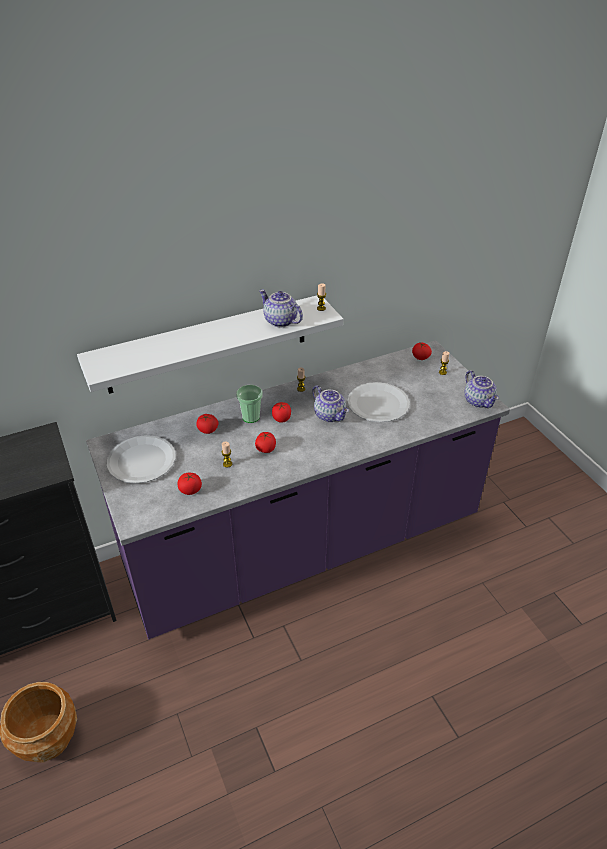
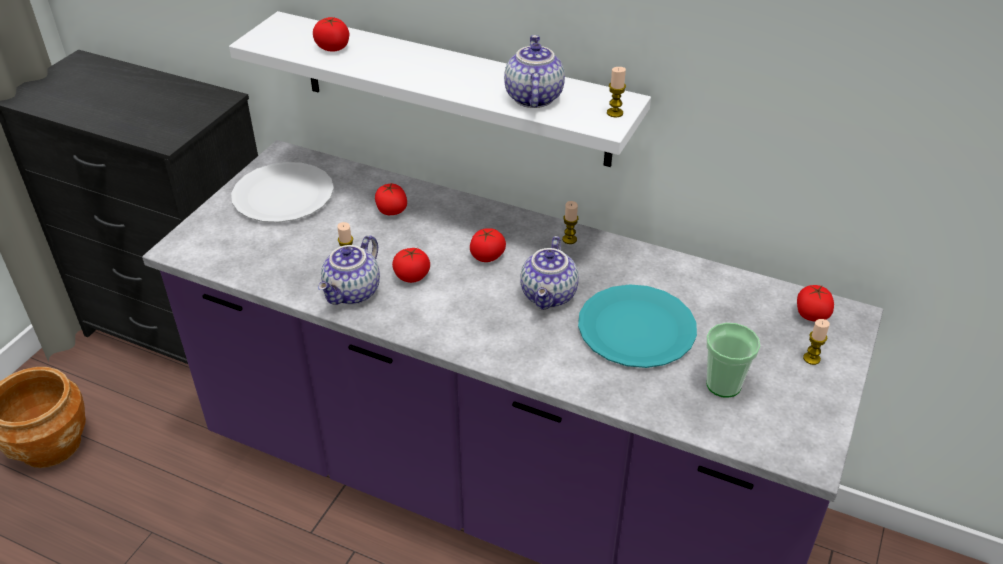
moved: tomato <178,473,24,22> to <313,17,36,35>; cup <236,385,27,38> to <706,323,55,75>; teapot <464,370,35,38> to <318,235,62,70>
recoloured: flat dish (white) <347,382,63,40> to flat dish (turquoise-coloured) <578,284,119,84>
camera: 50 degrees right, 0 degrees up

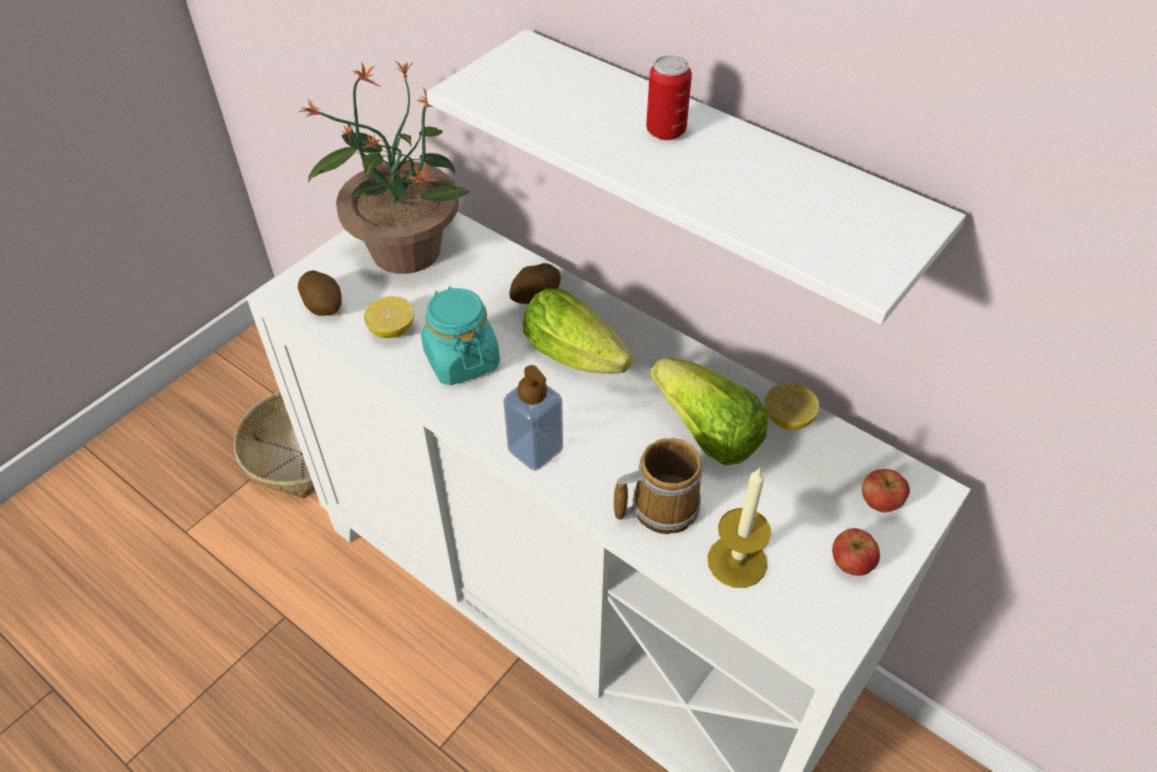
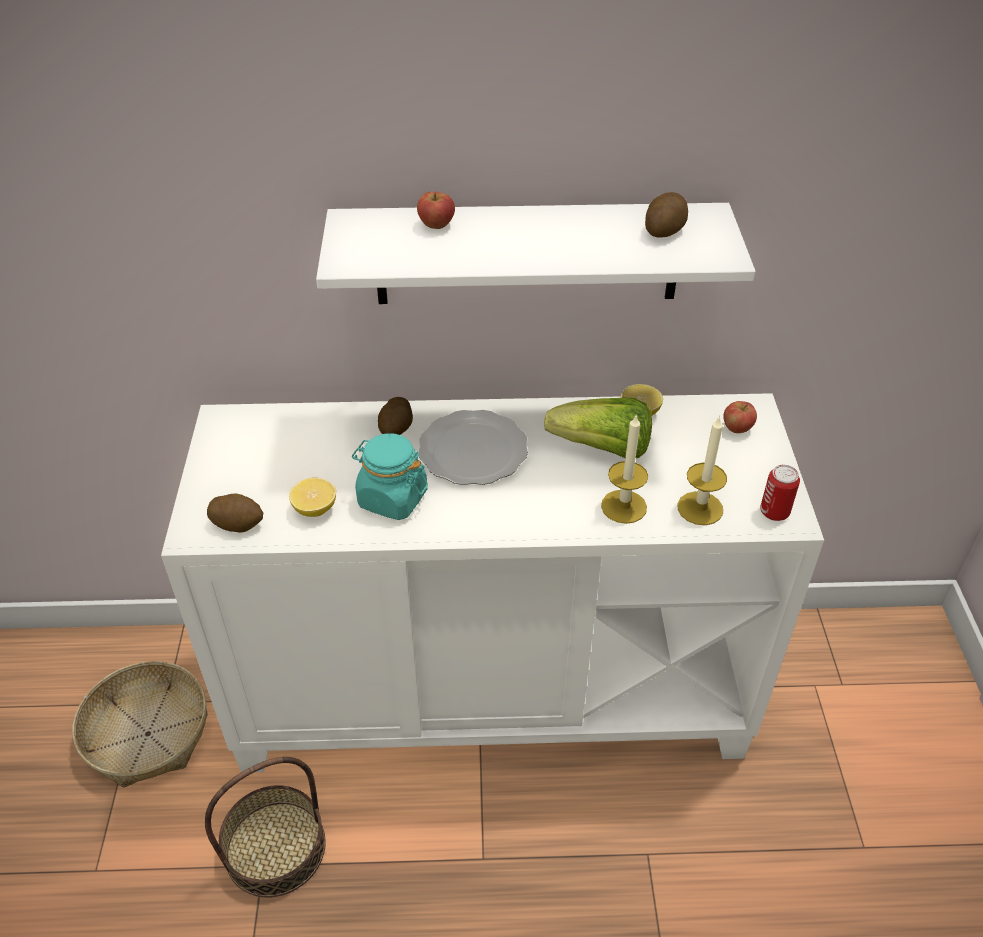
removed: potted plant <297,62,174,212>; liquid soap bottle <503,365,60,106>
added: storage basket <205,757,121,140>; potato <645,192,43,46>
moved: can <646,55,46,85> to <760,465,40,56>; whole apple <832,528,48,48> to <417,192,38,37>
replaced: head of lettuce <523,288,110,86> to flat dish <418,410,110,75>; mug <614,438,89,96> to candle <601,414,47,110>
camera: 40 degrees left, 5 degrees down

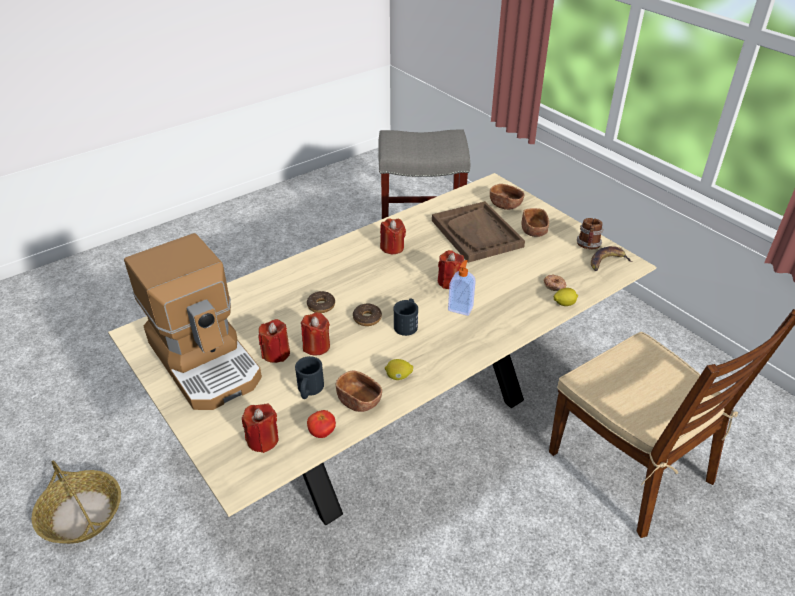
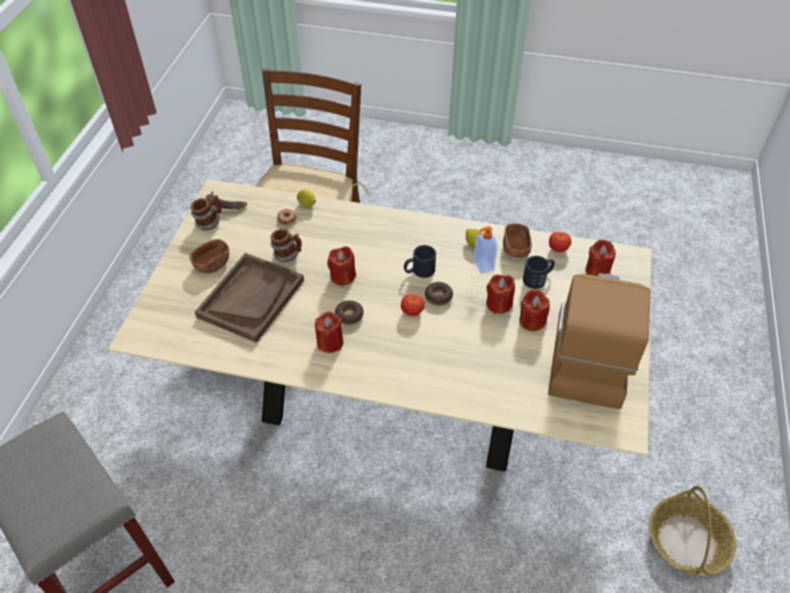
removed: bowl (brownish) <490,184,34,26>
added: mug <270,229,32,33>; tomato <401,294,24,22>
moved: doughnut <307,291,28,22> to <335,300,29,25>; liquid soap bottle <448,260,28,56> to <473,226,24,48>
camera: 130 degrees left, 10 degrees up

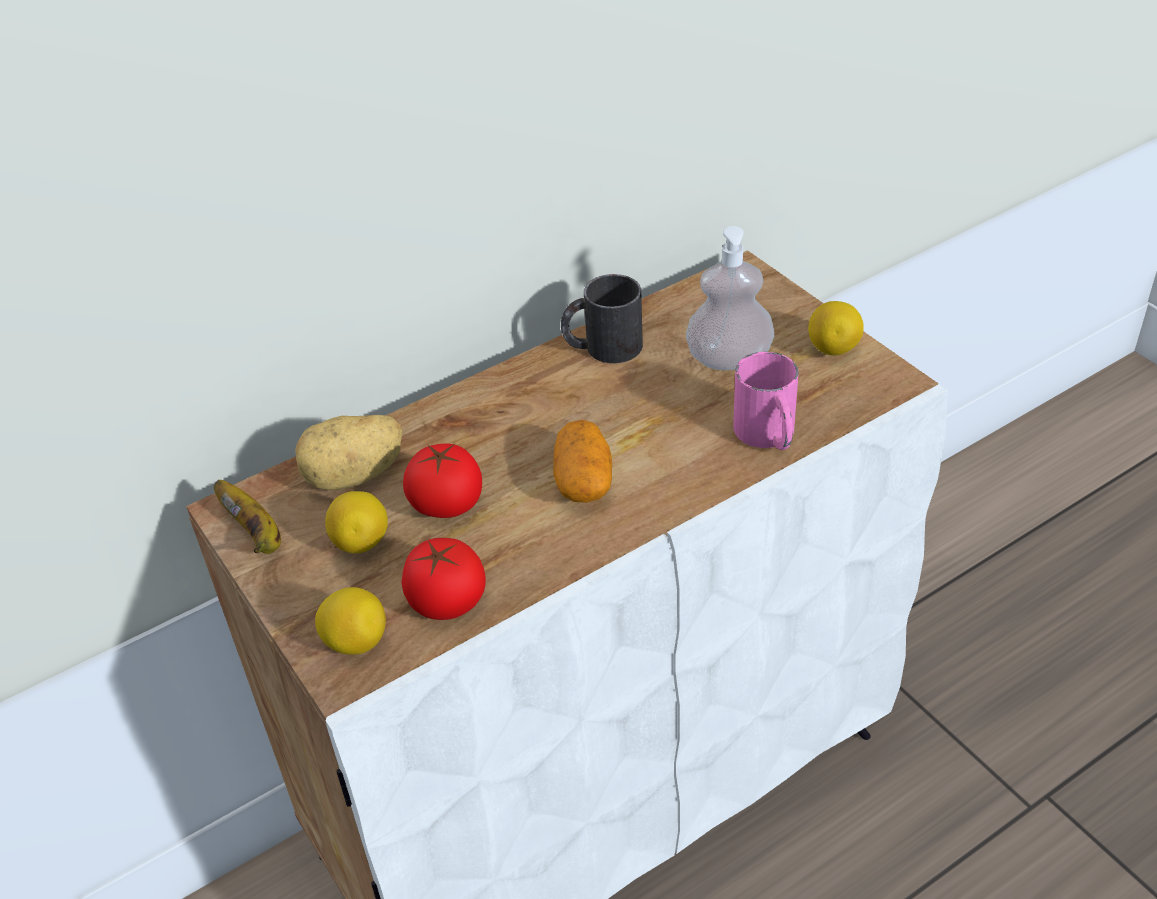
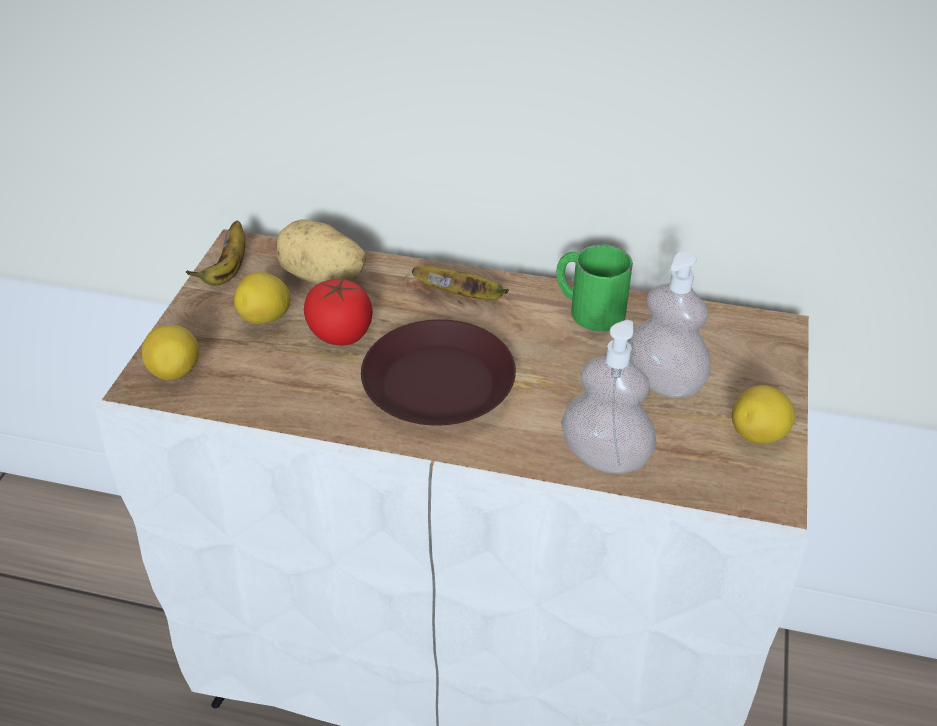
removed: tomato <401,538,85,82>
added: banana <412,266,97,34>
replaced: potato <553,420,59,83> to flat dish (brownish) <361,319,155,107>; mug (pinkish) <733,352,66,98> to liquid soap bottle <561,320,95,154>
recoloured: mug (black-coloured) <561,274,82,89> to mug (green-coloured) <556,244,77,87>
camera: 45 degrees right, 0 degrees up

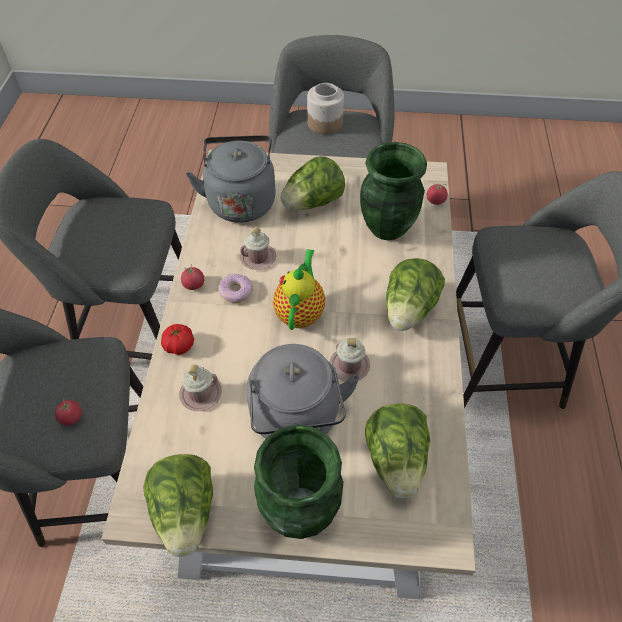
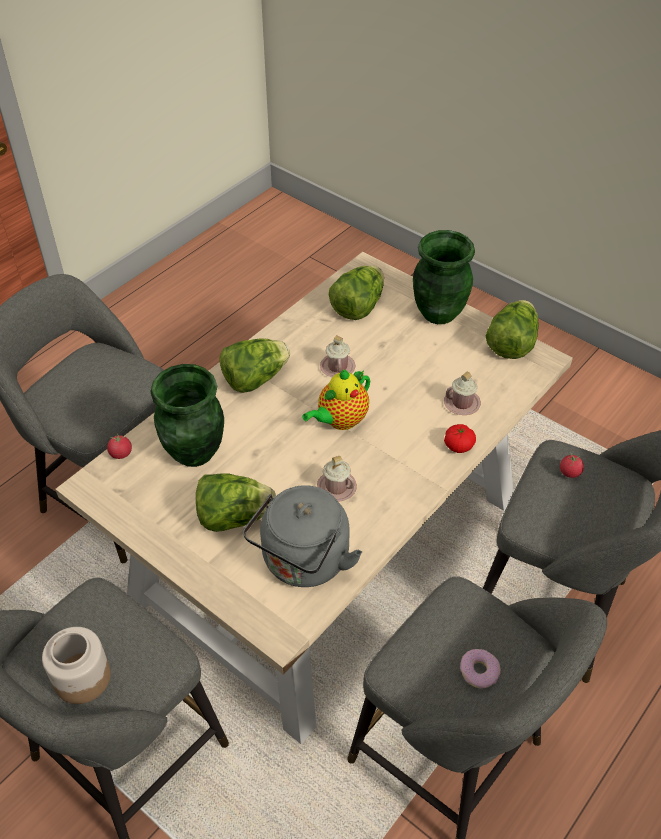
removed: tomato <181,264,23,26>; kettle (gray) <247,344,113,95>
moved: doughnut <218,274,35,29> to <460,649,41,39>
camera: 145 degrees left, 5 degrees down

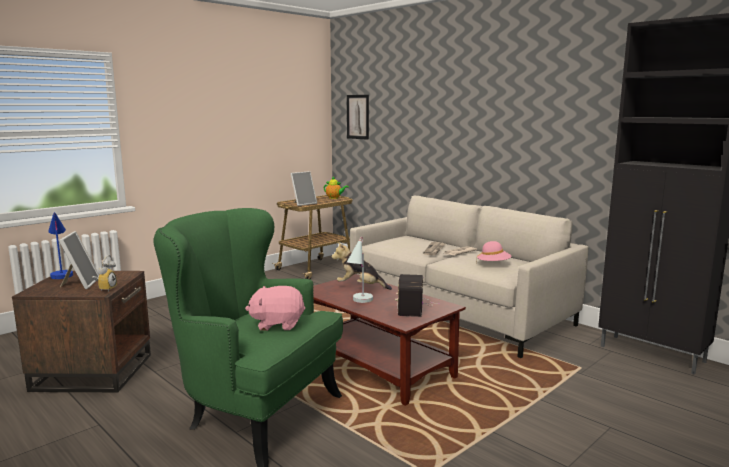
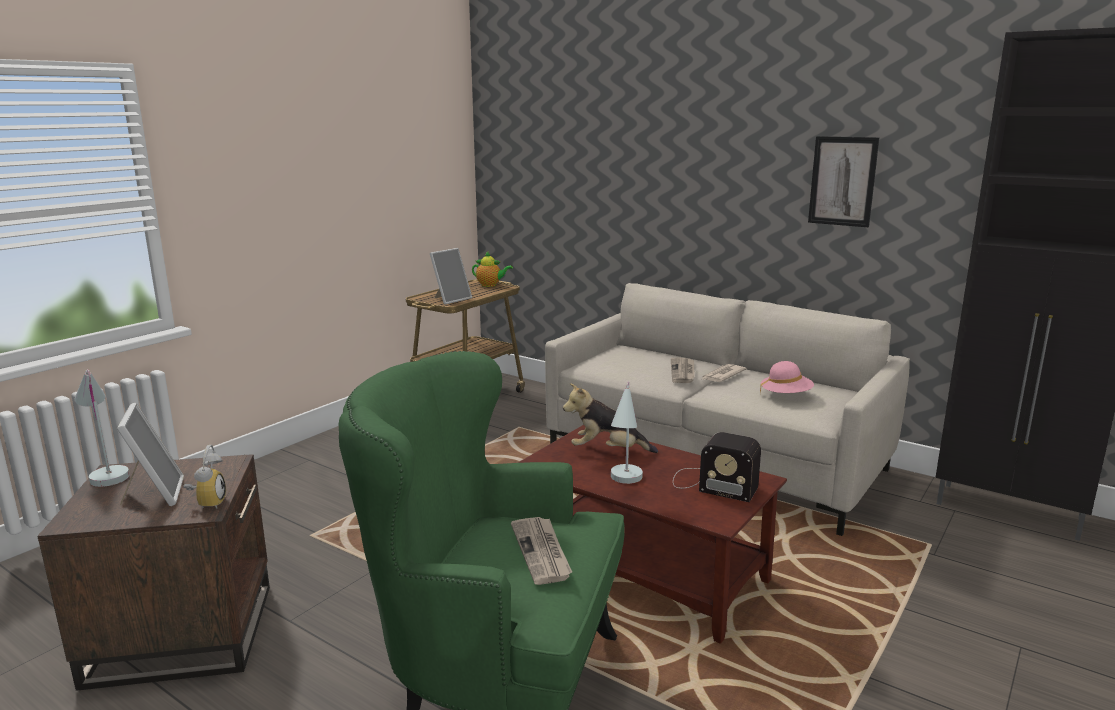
moved: wall picture <347,95,22,45> to <808,136,71,91>
replaced: soft toy (pinkish) <245,286,61,45> to daily paper <511,517,61,68>
recoloured: lamp for a table (blue-coloured) <48,212,25,67> to lamp for a table (white) <74,369,55,118>
turned: radio set <395,274,44,43> = <673,432,88,70> 60 degrees counterclockwise
camera: 10 degrees left, 5 degrees up

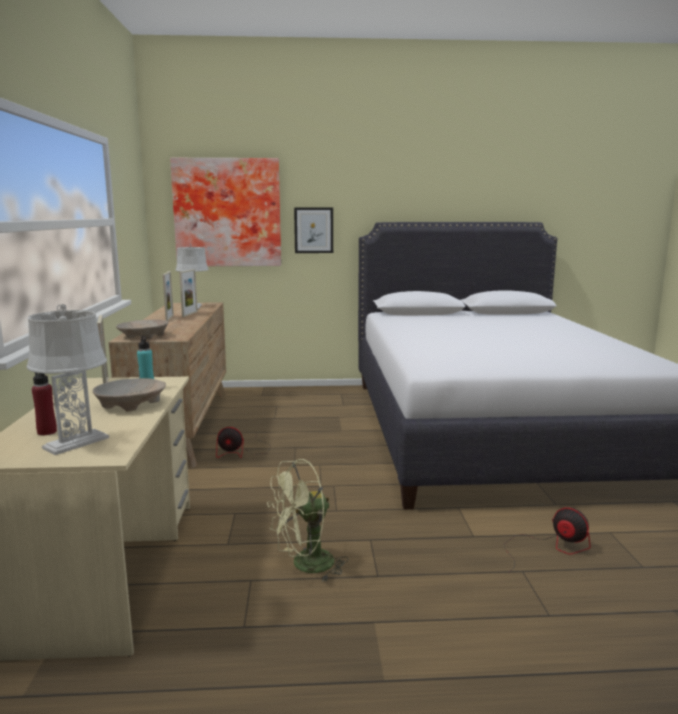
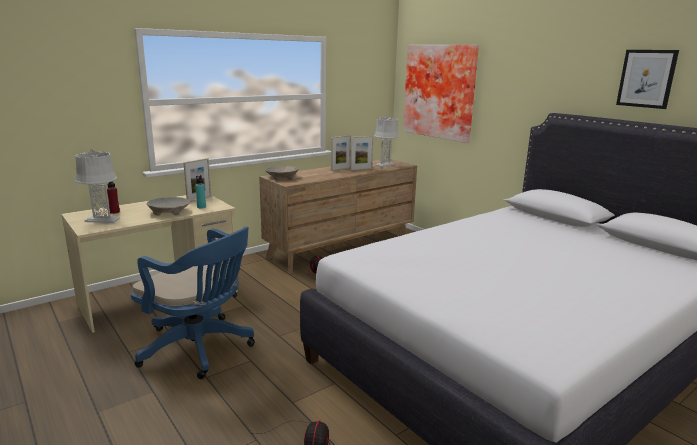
moved: wall picture <294,207,39,46> to <616,50,63,59>
replaced: electric fan (green-coloured) <267,459,81,123> to office chair (blue-coloured) <131,227,124,152>
camera: 55 degrees right, 5 degrees up

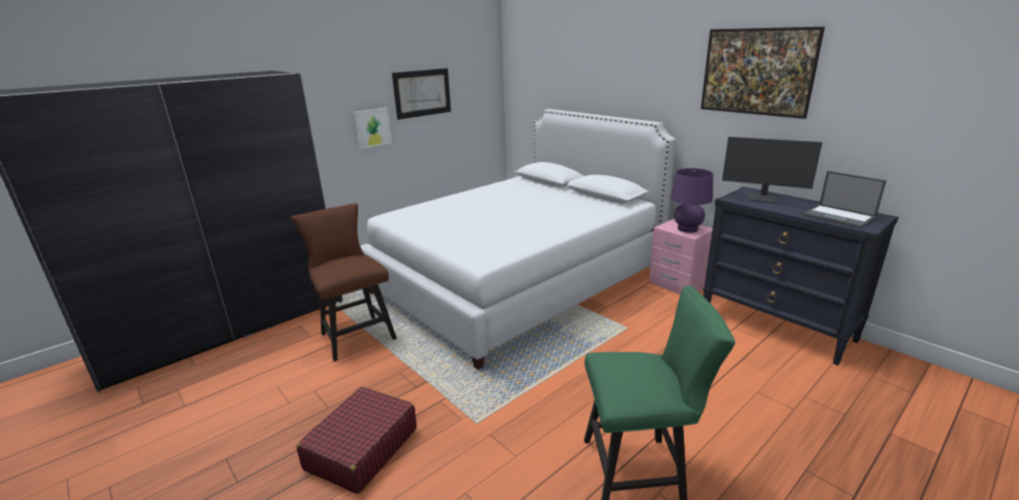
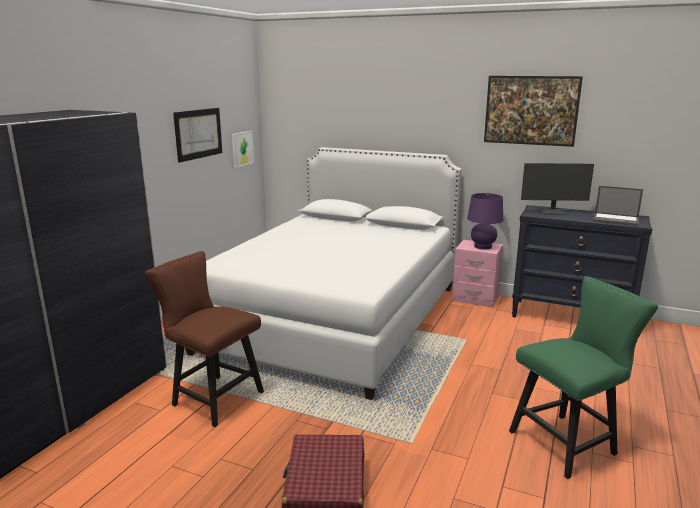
moved: wall picture <354,108,38,41> to <232,131,22,37>
camera: 25 degrees left, 5 degrees down

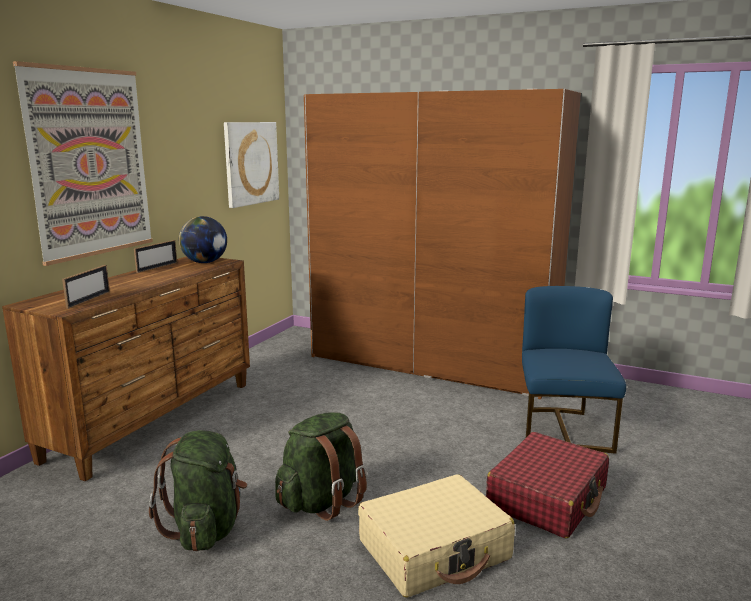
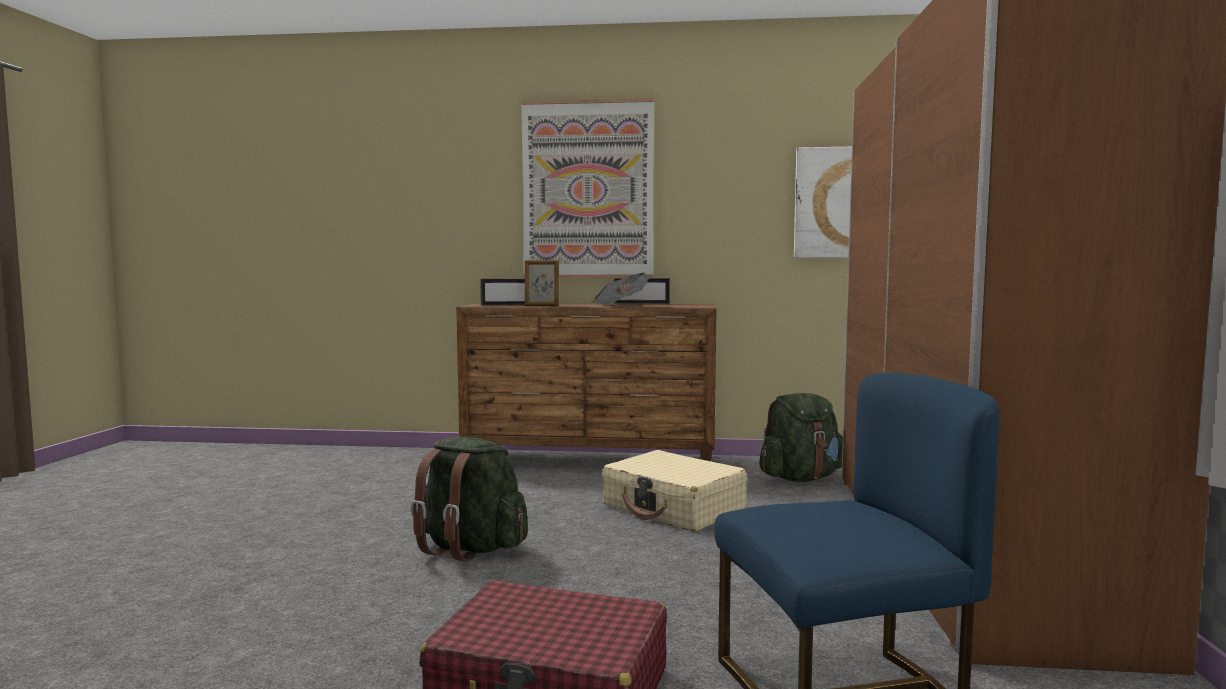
removed: desk globe <179,216,48,47>
added: photo frame <525,260,34,46>; daily paper <592,273,58,32>
moved: knapsack (green-coloured) <149,430,98,121> to <759,393,84,89>; travel case (beige-coloured) <358,474,157,123> to <602,450,145,82>
camera: 70 degrees right, 10 degrees down

